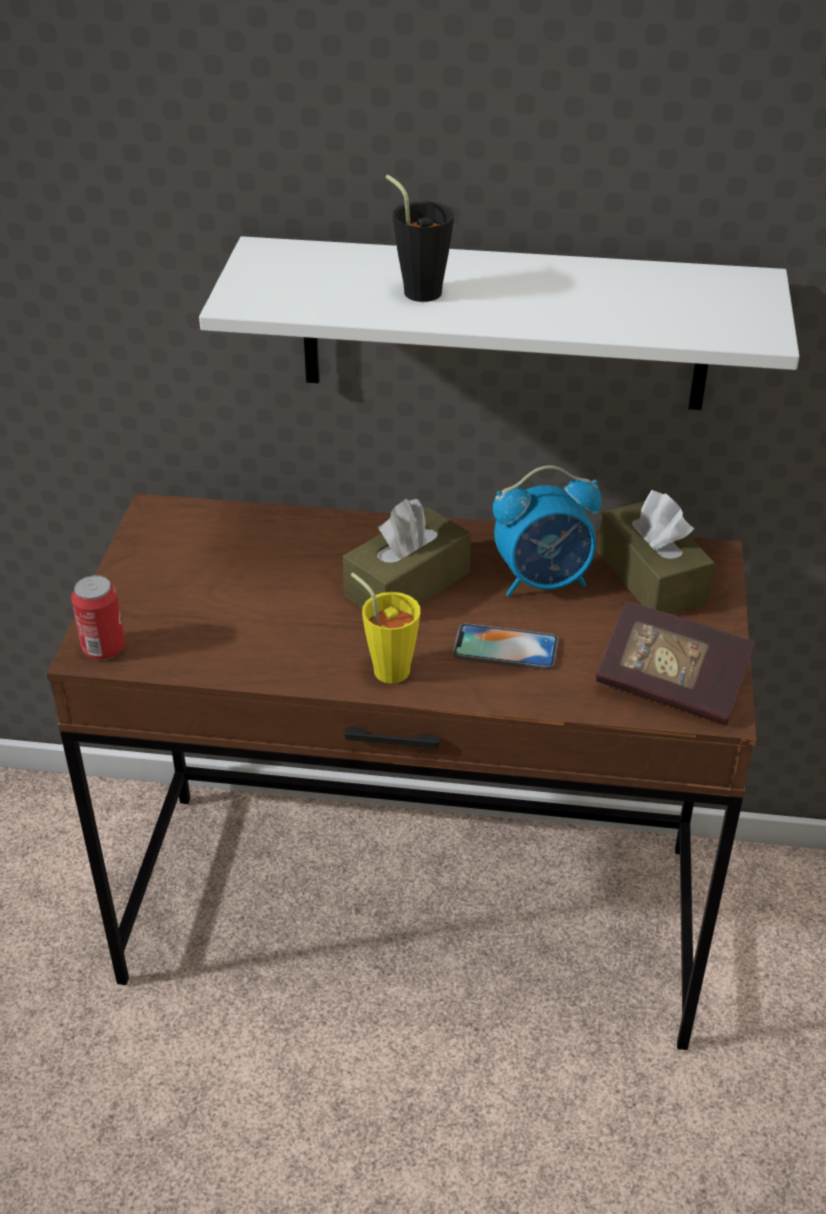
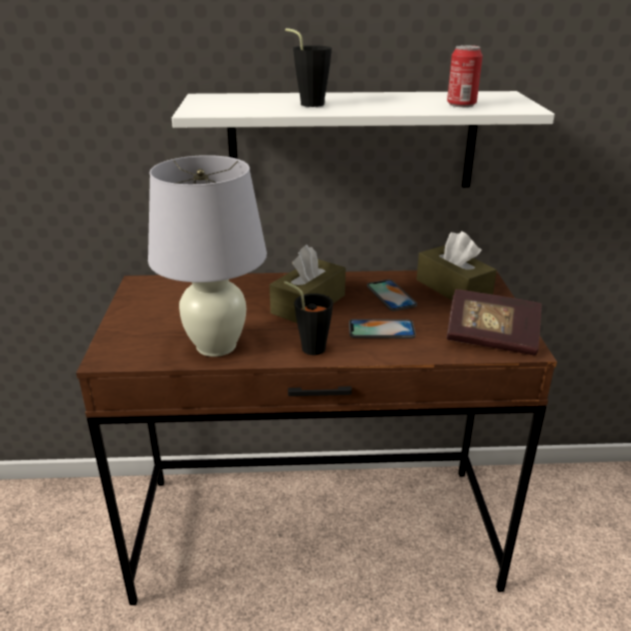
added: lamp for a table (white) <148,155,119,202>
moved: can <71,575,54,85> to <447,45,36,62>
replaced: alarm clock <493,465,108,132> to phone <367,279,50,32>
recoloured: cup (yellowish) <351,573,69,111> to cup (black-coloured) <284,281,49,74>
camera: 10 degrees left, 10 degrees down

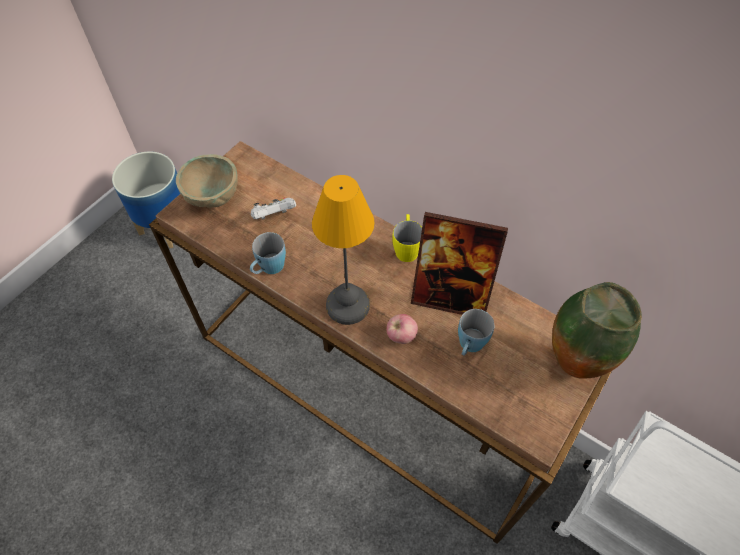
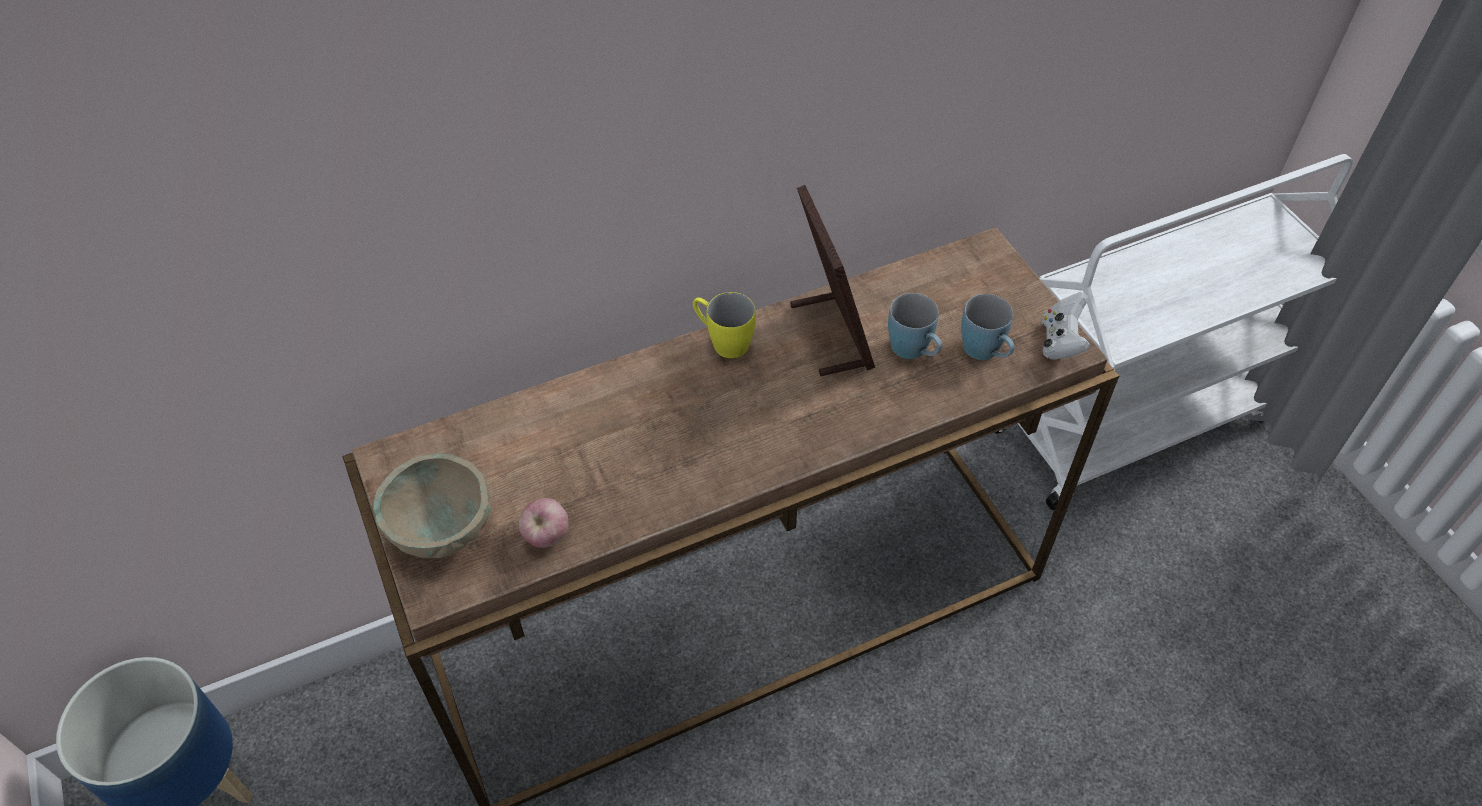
removed: lamp for a table <312,175,63,150>; vase <552,282,90,96>
moved: mug (blue-coloured) <250,232,36,42> to <961,294,54,66>; game controller (white) <251,198,45,22> to <1042,292,48,68>; whole apple <387,314,31,30> to <519,498,49,50>
turned: photo frame <411,212,97,103> = <790,185,85,191> 60 degrees counterclockwise
camera: 60 degrees left, 5 degrees down

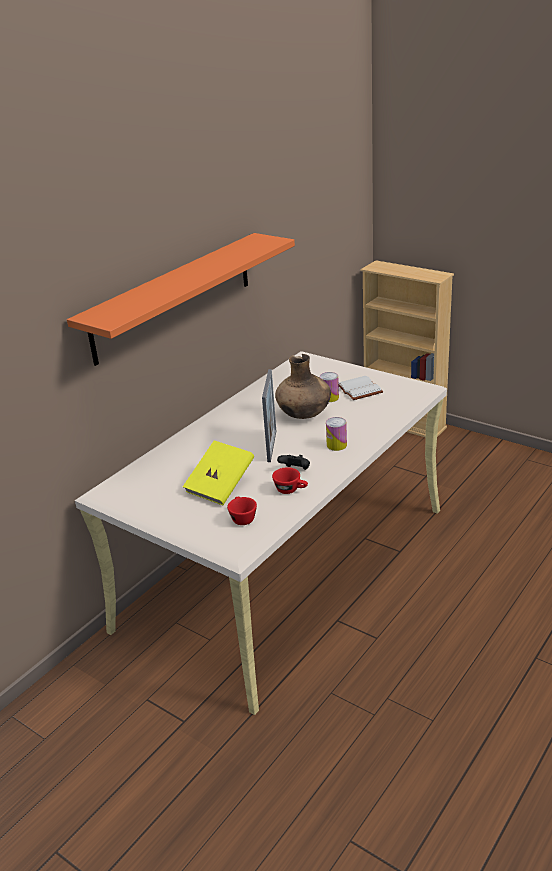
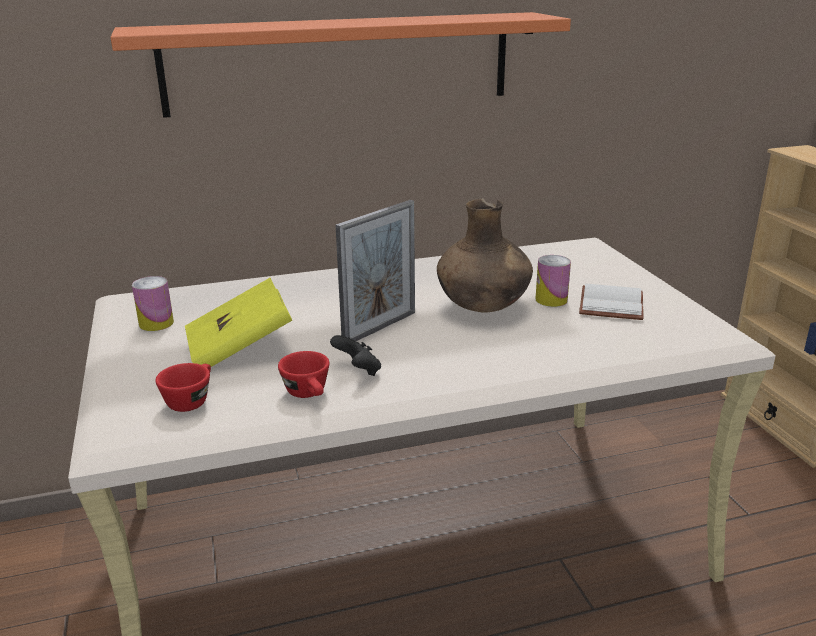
moved: can <326,417,21,34> to <132,276,42,55>
camera: 35 degrees right, 5 degrees down

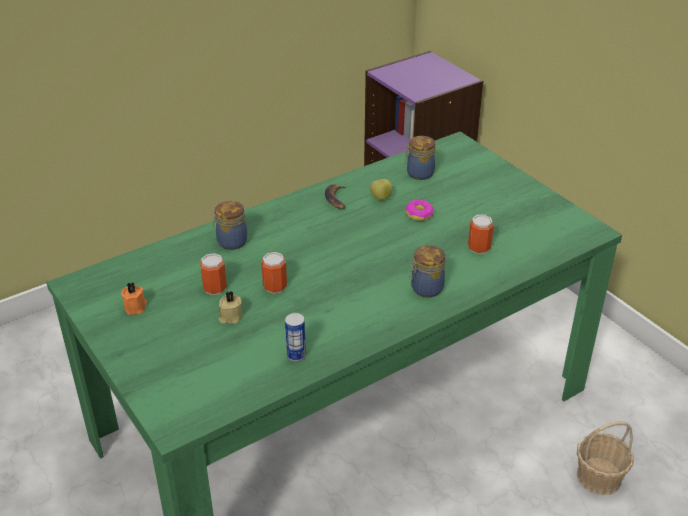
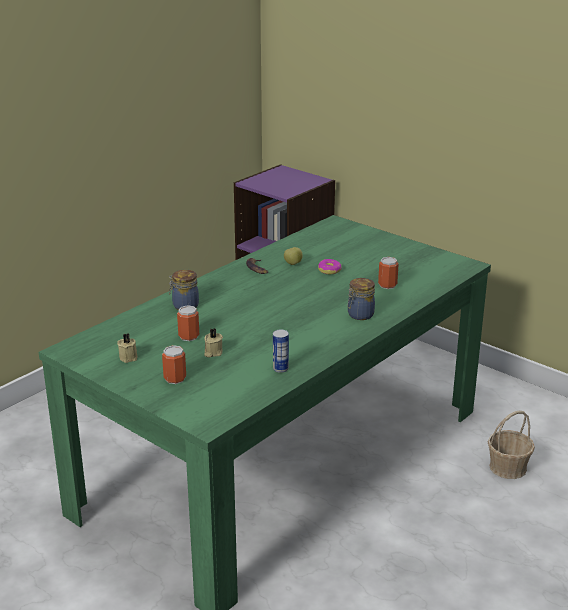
removed: jar <404,136,31,44>
moved: can <261,252,26,42> to <162,345,24,39>
recoloured: candle (orange) <121,282,26,33> to candle (beige-coloured) <117,333,20,30>
camera: 15 degrees left, 10 degrees down

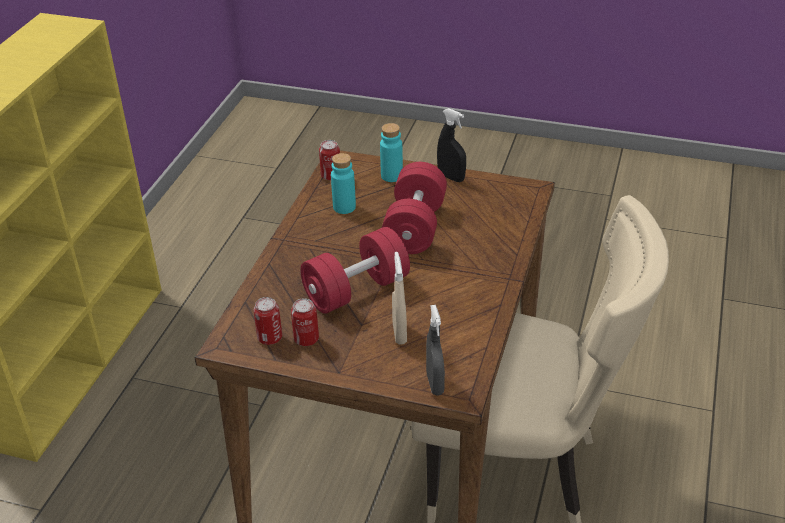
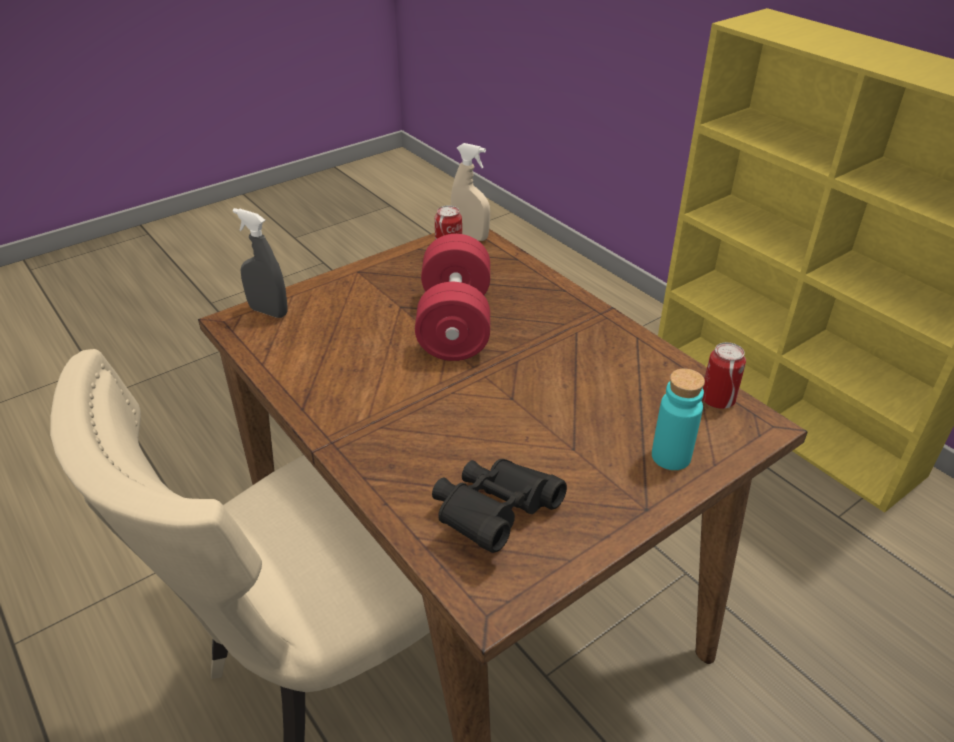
removed: can <291,298,28,48>; drink bottle (turquoise-coloured) <331,153,25,61>; hand weight (red) <382,162,65,92>; hand sprayer (black-coloured) <437,108,29,74>
added: field glasses (black-coloured) <432,459,135,94>
moved: hand sprayer (beige-coloured) <392,252,15,92> to <451,143,39,98>
camera: 125 degrees right, 0 degrees up

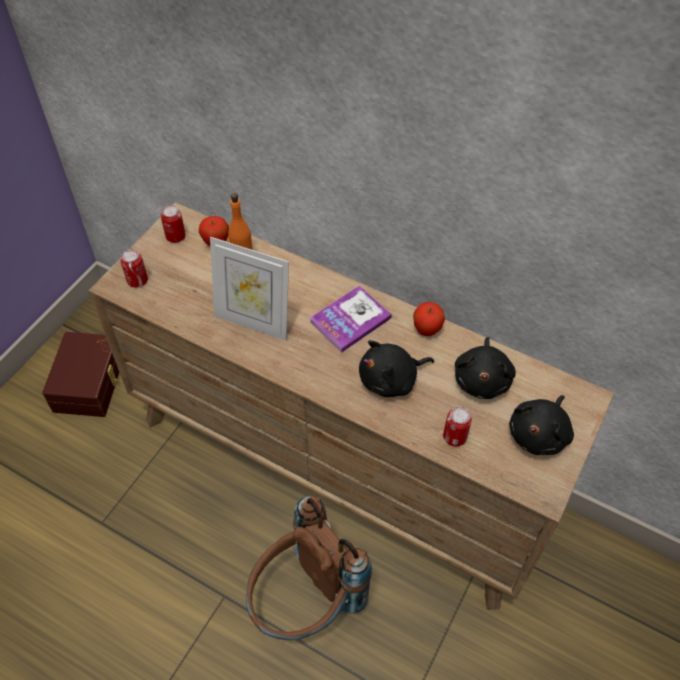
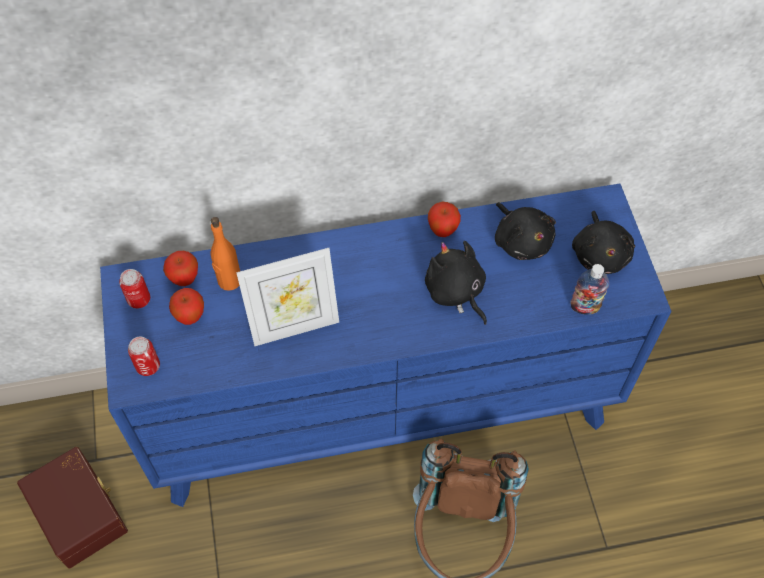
removed: bound book <310,285,82,68>; can <443,406,29,41>
added: whole apple <169,288,35,37>; drink bottle <570,264,39,51>
recoloured: dresser (brownish) <88,202,527,408> to dresser (blue-coloured) <100,183,571,324>
turned: soft toy (black-coloured) <359,340,75,57> = <425,241,62,84> 120 degrees clockwise
camera: 40 degrees left, 5 degrees up

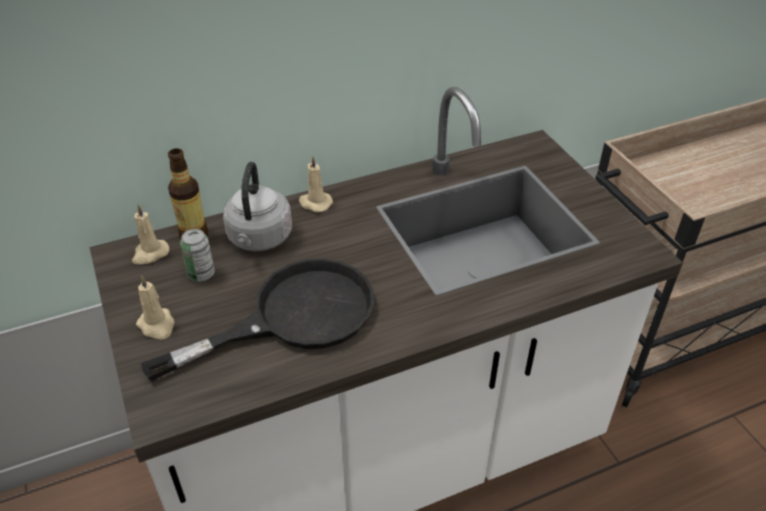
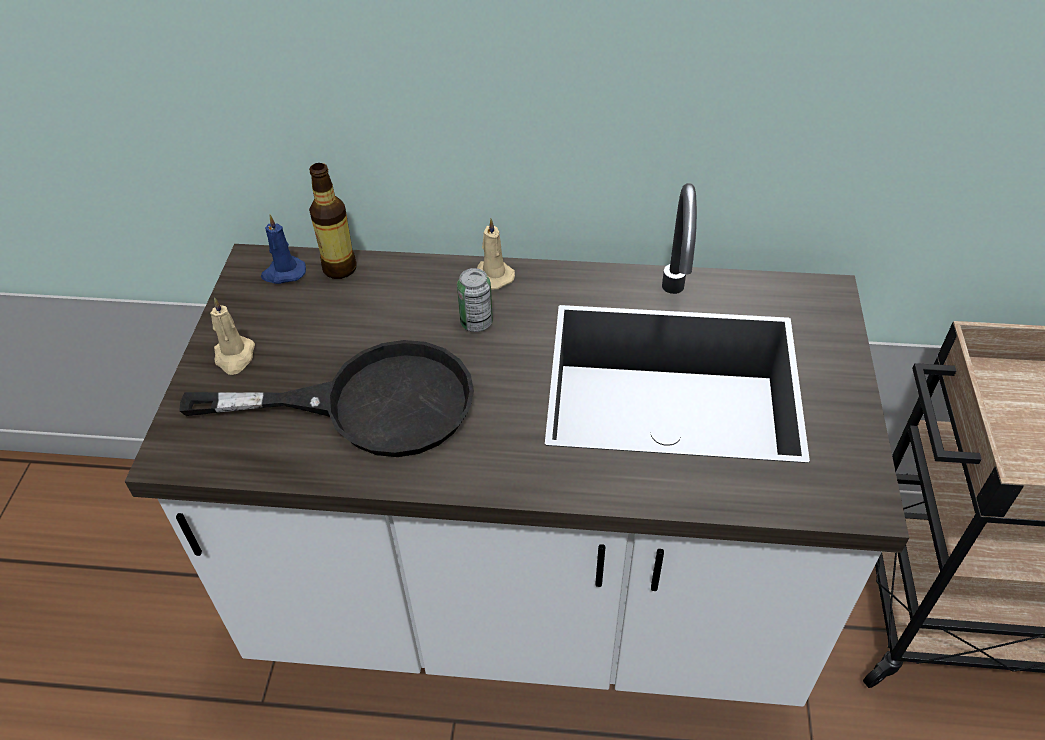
removed: kettle (gray) <223,162,69,89>
moved: can <180,229,35,53> to <457,268,36,64>
recoloured: candle (beige-coloured) <132,205,38,60> to candle (blue-coloured) <261,215,45,69>
camera: 30 degrees right, 5 degrees up

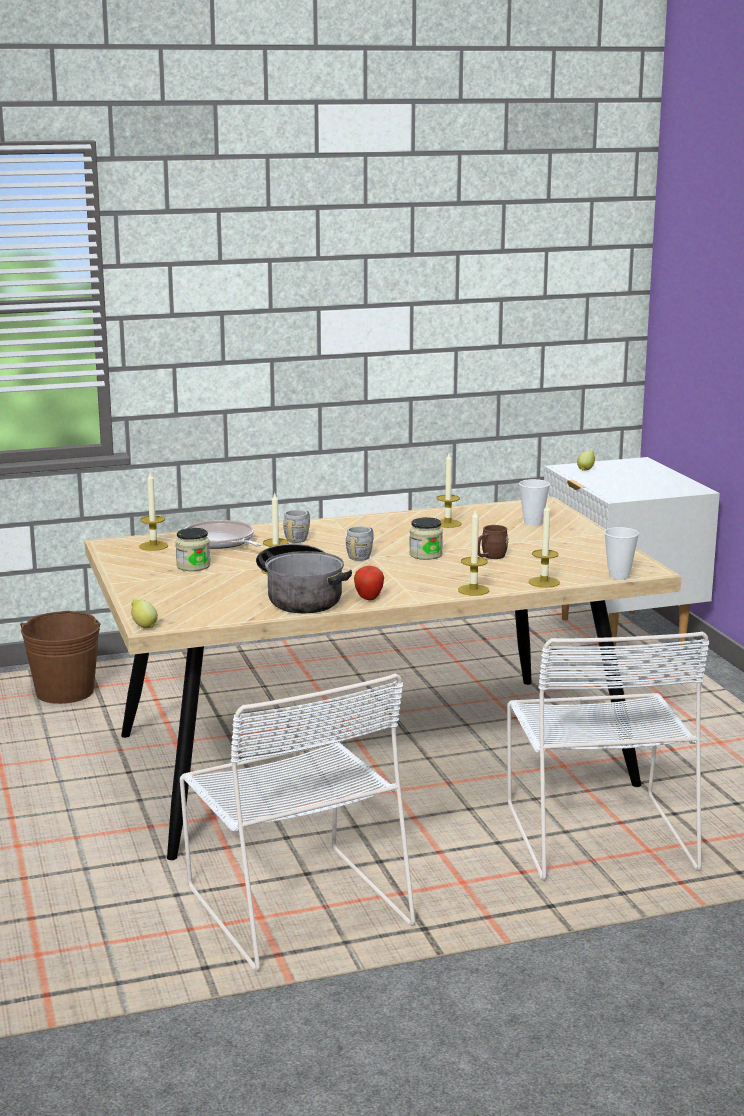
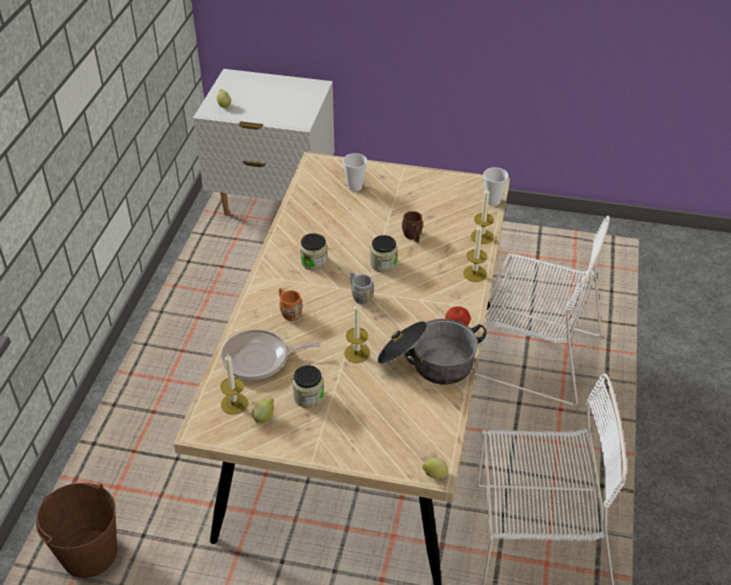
removed: candle <437,453,25,75>
added: citrus fruit <252,398,22,26>; jar <300,233,28,37>
recoloured: mug (gray) <283,510,27,33> to mug (orange) <279,288,24,33>
camera: 60 degrees left, 25 degrees up

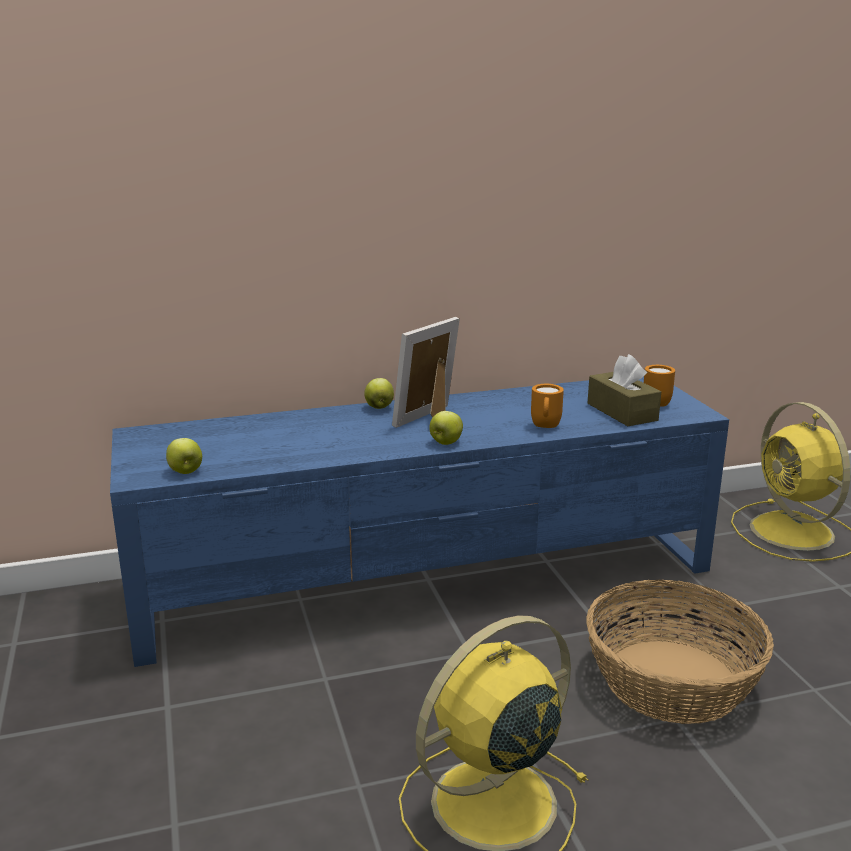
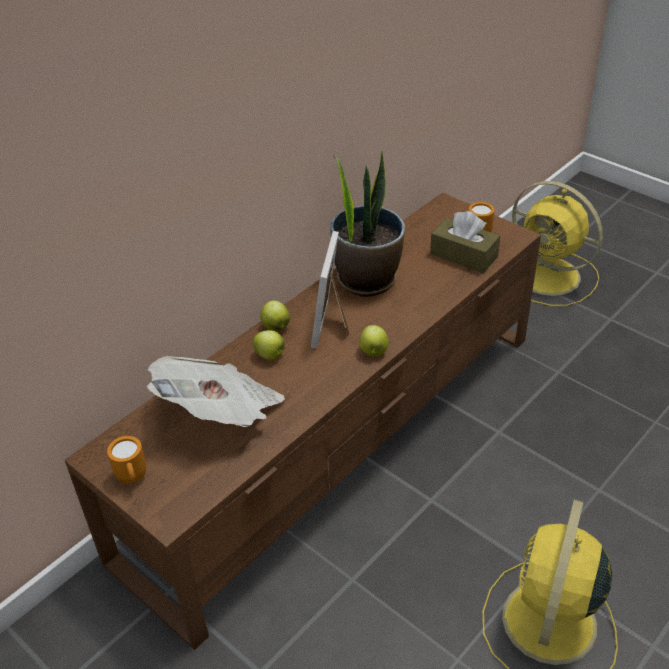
removed: storage basket <586,580,188,144>
added: daily paper <147,356,138,71>; potted plant <330,151,75,146>
moved: whole apple <166,438,36,36> to <253,330,32,30>; mug (orange) <531,384,33,44> to <107,436,39,48>
recoloured: tv stand (blue-coloured) <110,377,619,290> to tv stand (brownish) <65,192,476,458>
camera: 30 degrees left, 20 degrees up

